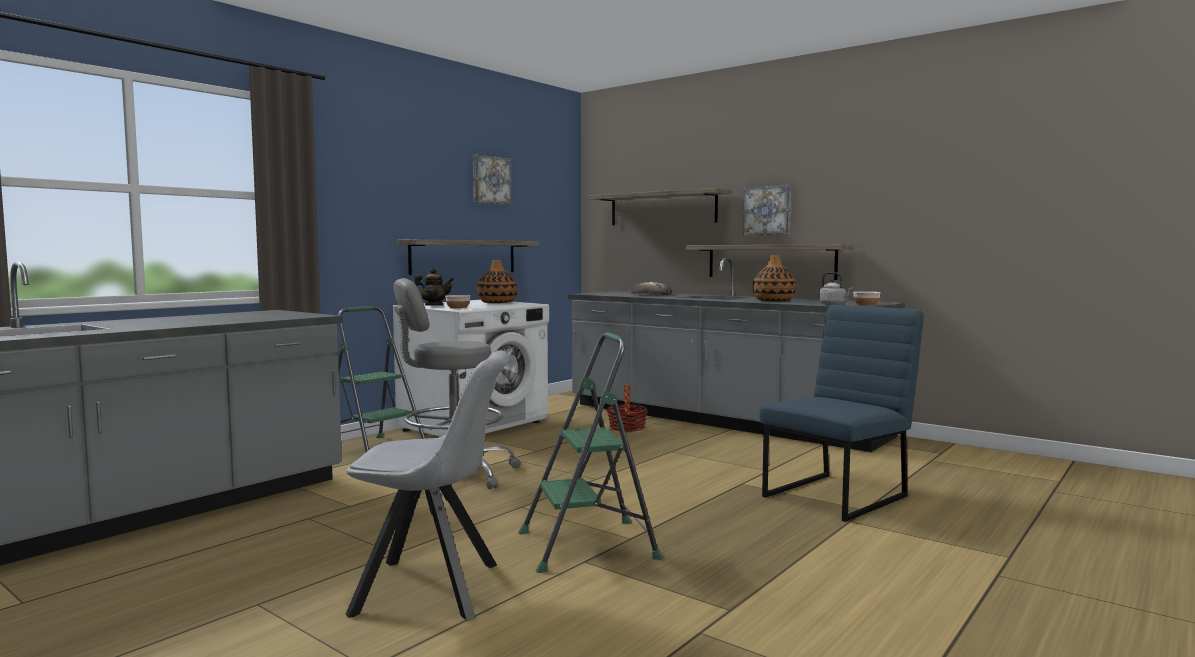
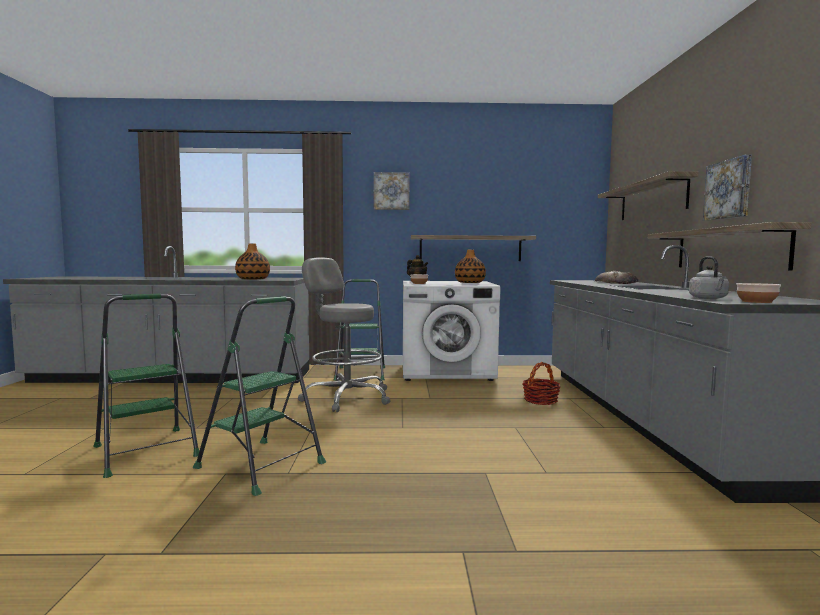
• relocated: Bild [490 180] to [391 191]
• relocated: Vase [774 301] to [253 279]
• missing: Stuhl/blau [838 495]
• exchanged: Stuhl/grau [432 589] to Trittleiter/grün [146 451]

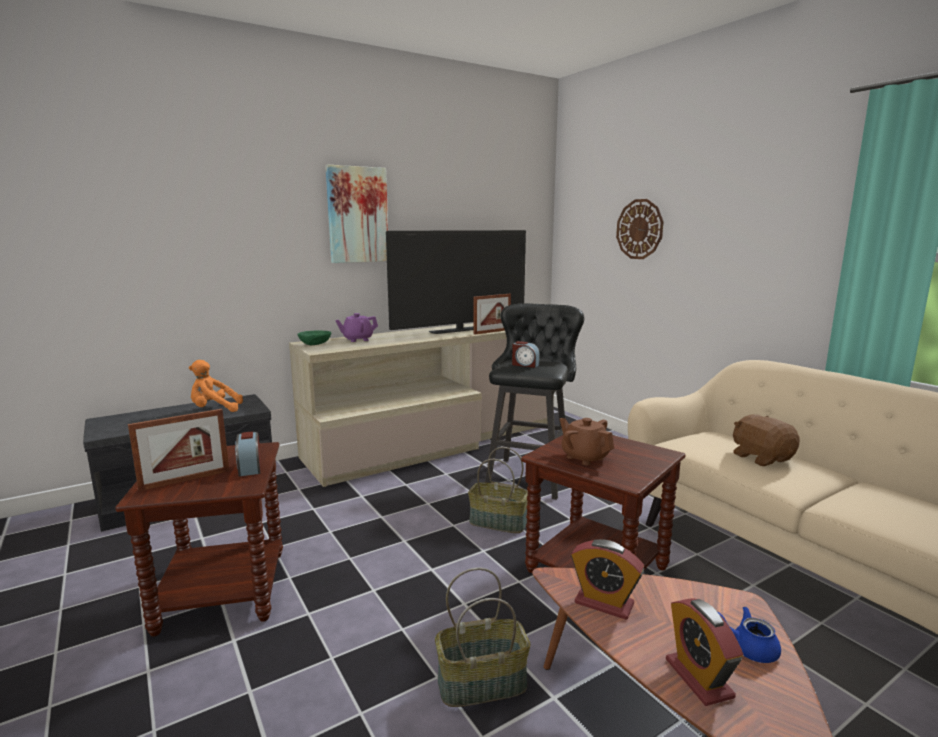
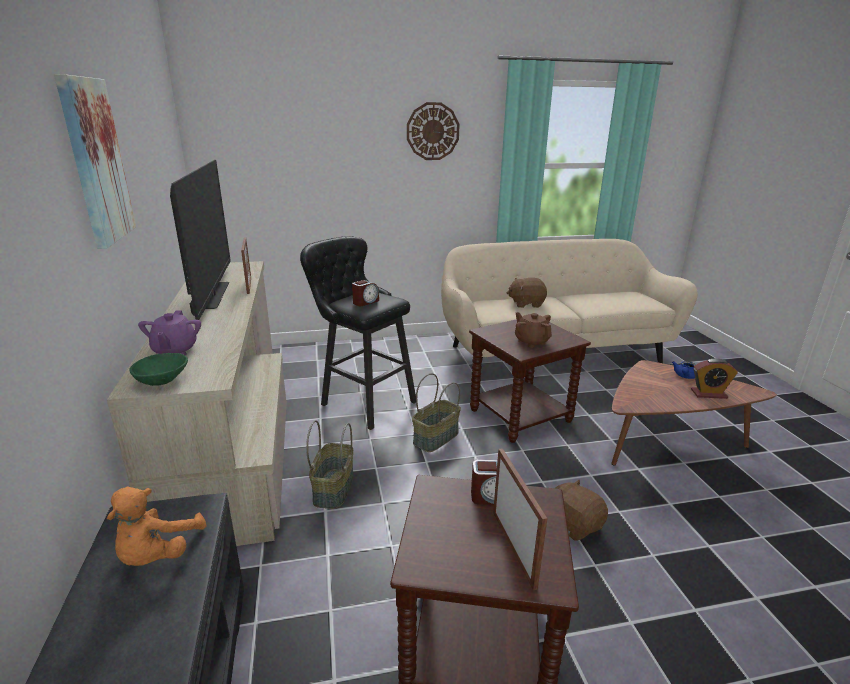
• relocated: Wanduhr [639 229] to [432 131]
• spun: Teekanne/braun [584 457] = [531 342] 75 degrees clockwise
• missing: Wecker [604 603]
• relocated: Korb [482 682] to [333 488]
• appeared: Plüschtier/braun [574 524]

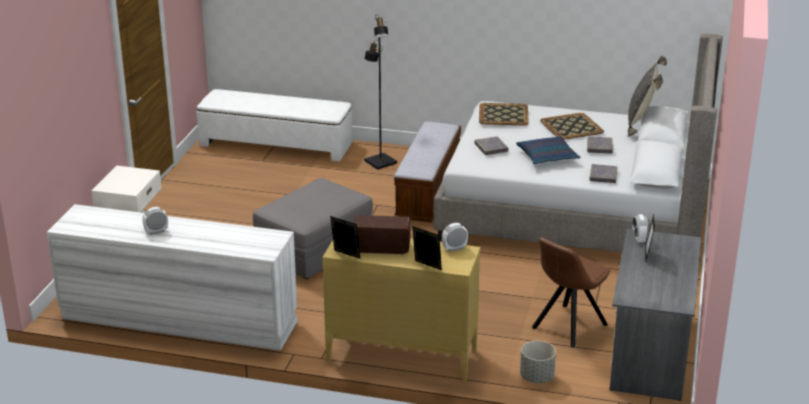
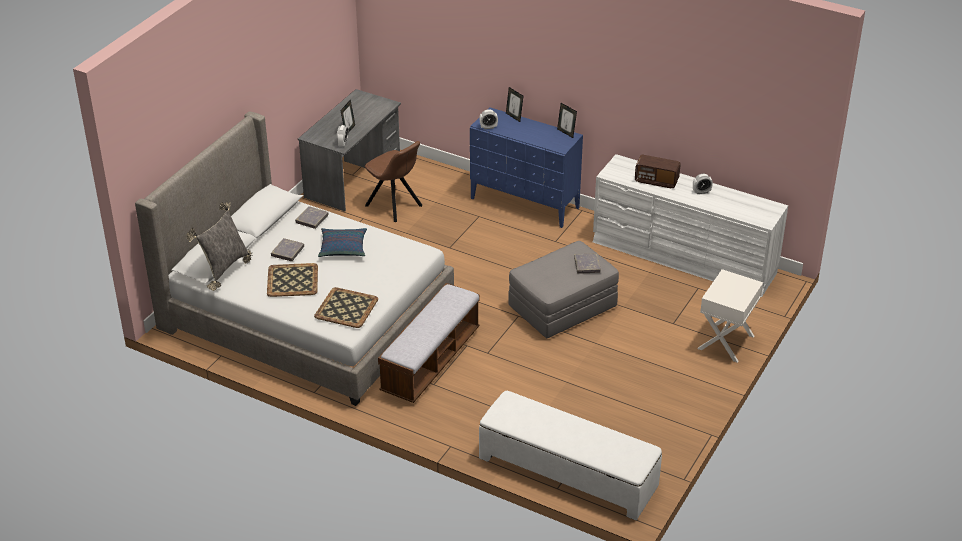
• missing: Stehlampe/schwarz [380 162]
• relocated: Buch/grau [491 148] to [587 265]
• relocated: Radio [381 248] to [656 181]
• spun: Stuhl/braun [568 326] = [394 205] 75 degrees clockwise
• colour: Kommode/beige [401 354] to Kommode/blau [524 204]
• missing: Pflanzkübel/grau [536 377]

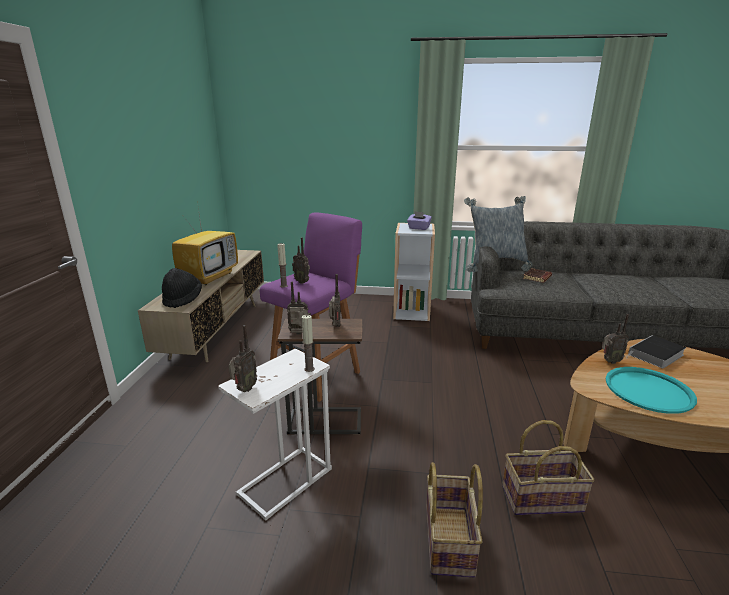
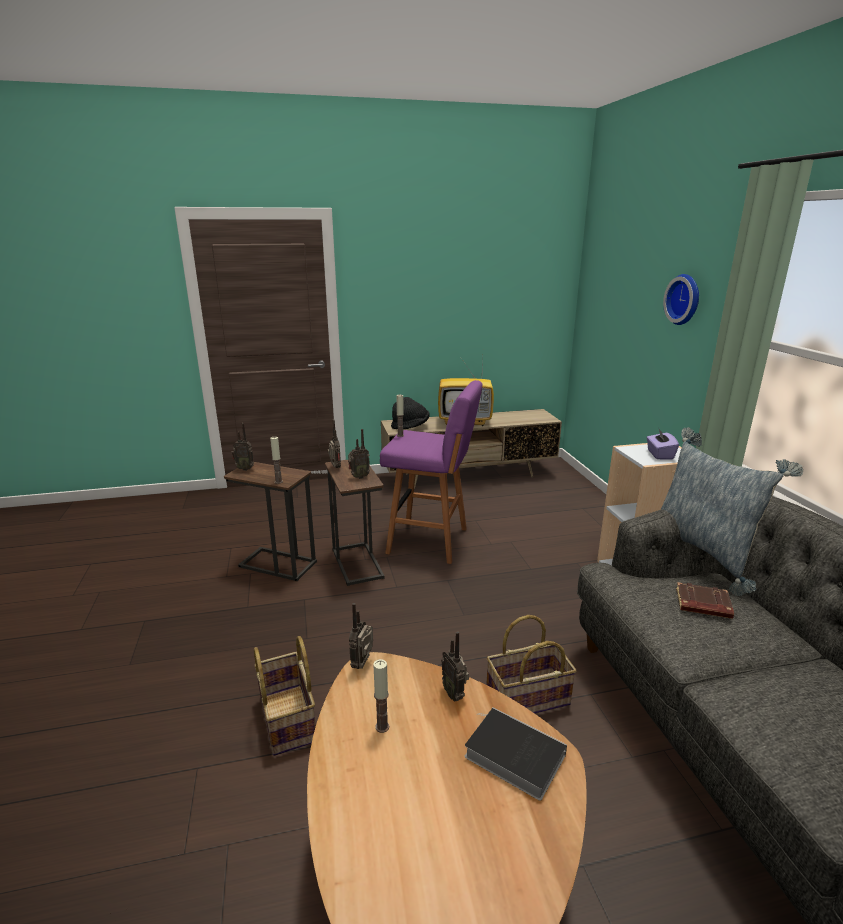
• relocated: Radio [302 282] to [363 664]
• colour: Beistelltisch/weiß [285 480] to Beistelltisch/braun [278 564]
• exchanged: Tablett/türkis [648 390] to Kerze [382 727]
• relocated: Korb [450 540] to [527 699]
• appeared: Wanduhr [685 299]

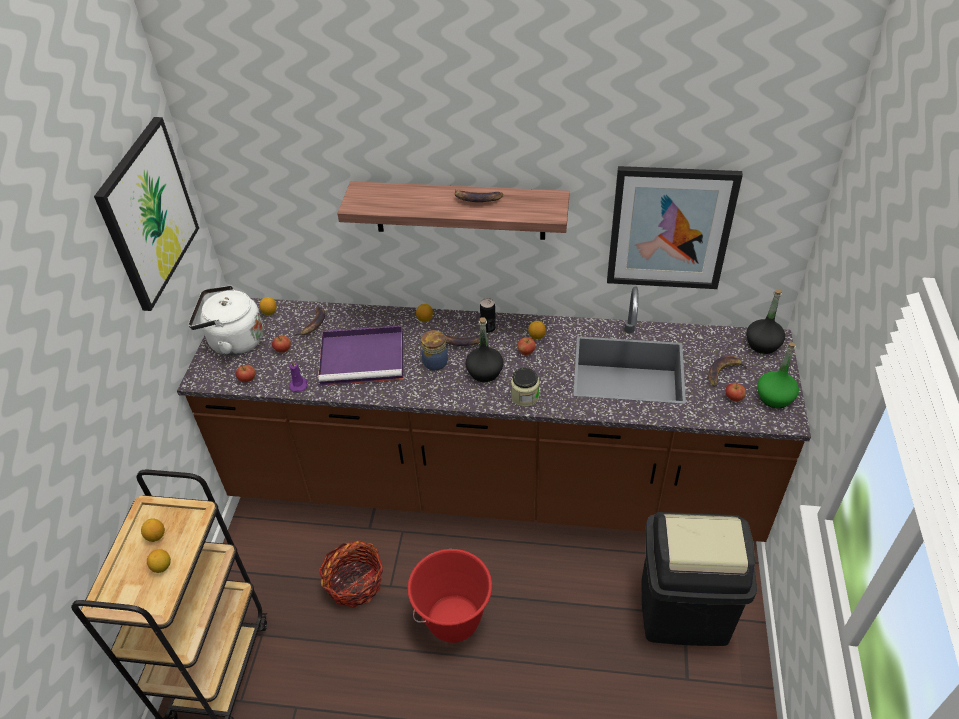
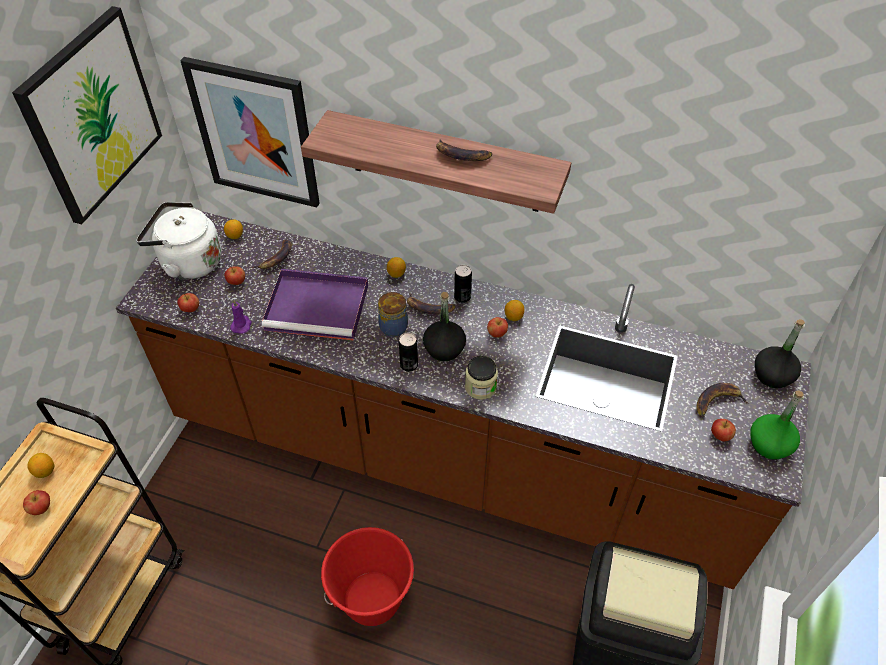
• relocated: Bild [670 228] to [255 133]
• missing: Korb [354 583]
• exchanged: Zitrone [162 567] to Apfel [41 508]
• appeared: Dose [409 365]

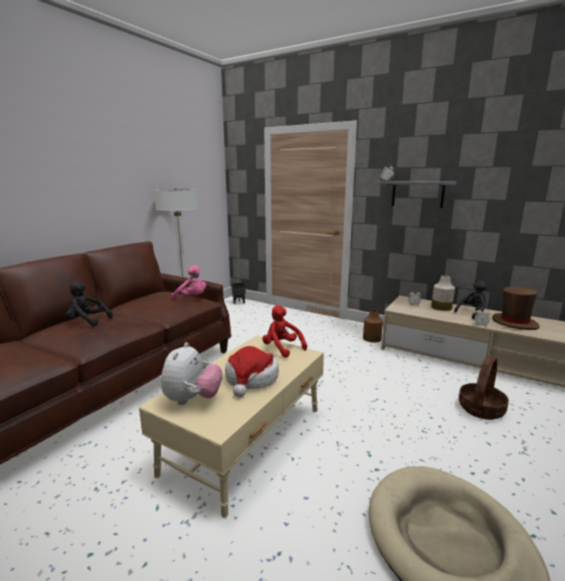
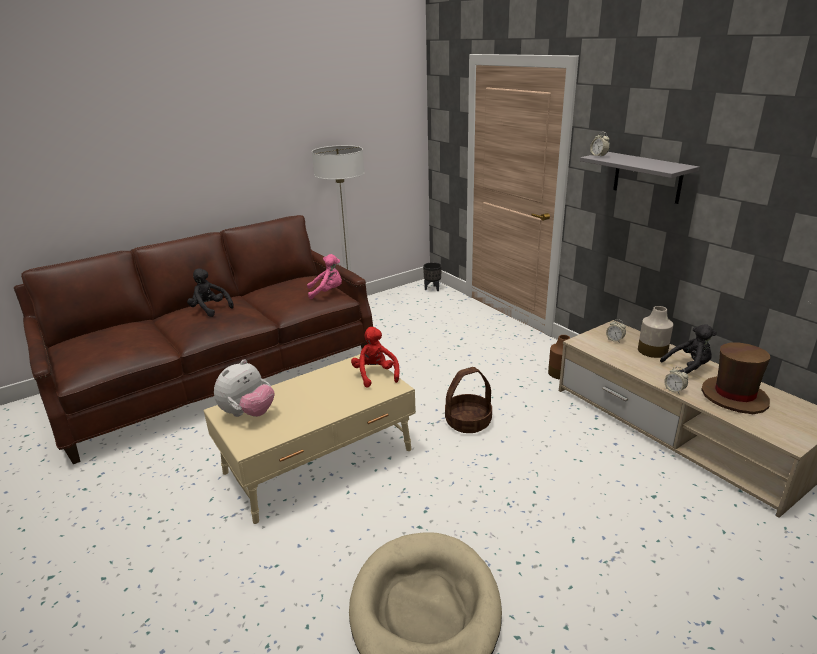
• spun: Plüschtier/rosa [192 298] = [327 292] 60 degrees counterclockwise
• missing: Hut [251 379]
• relocated: Korb [481 409] to [468 422]

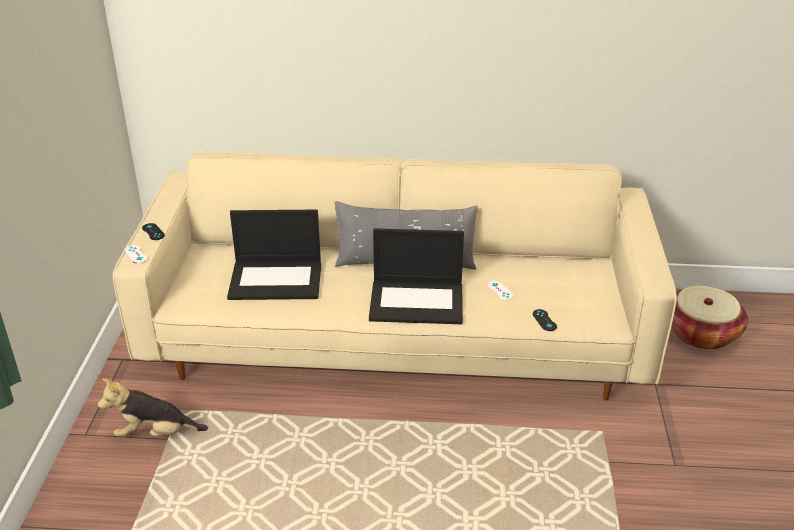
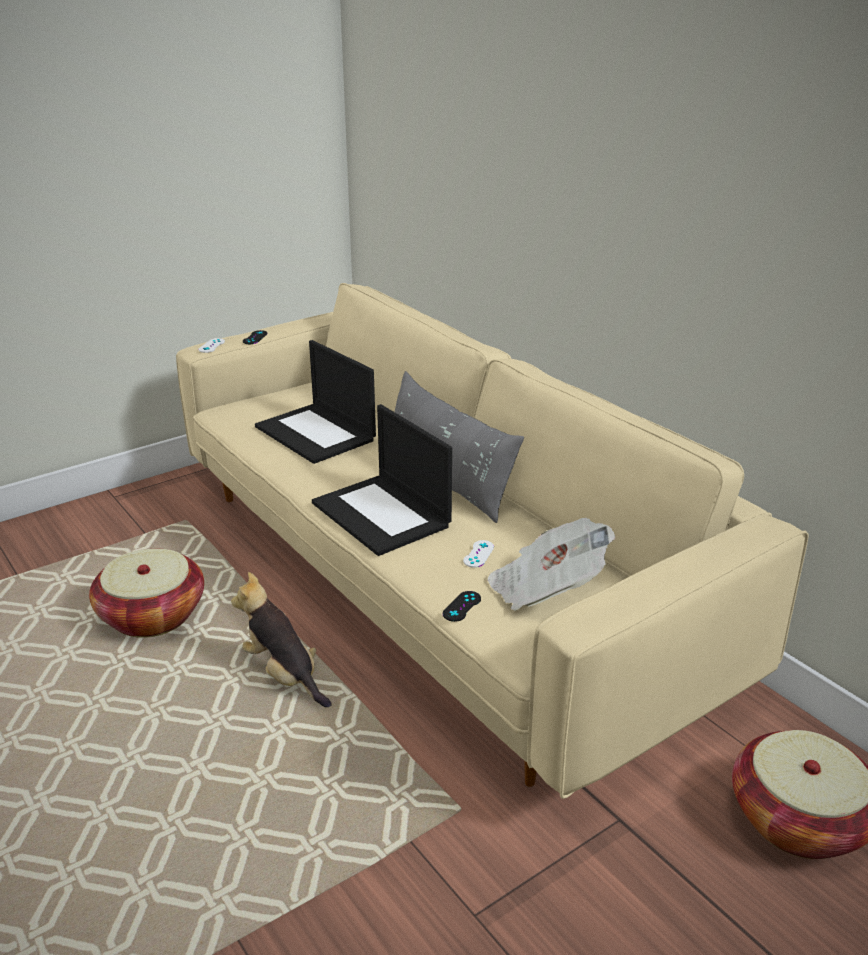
• relocated: Plüschtier [155 433] to [284 674]
• appeared: Zeitung [546 589]
• appeared: Korb [152 615]

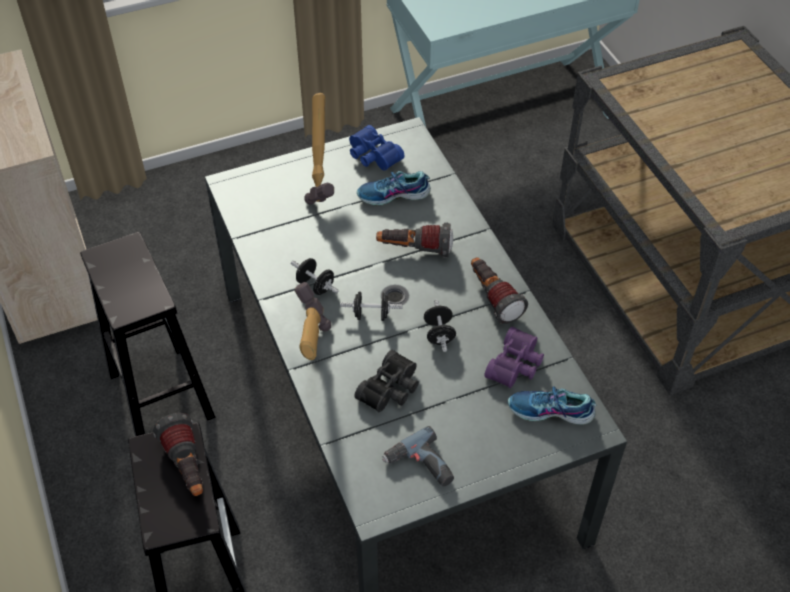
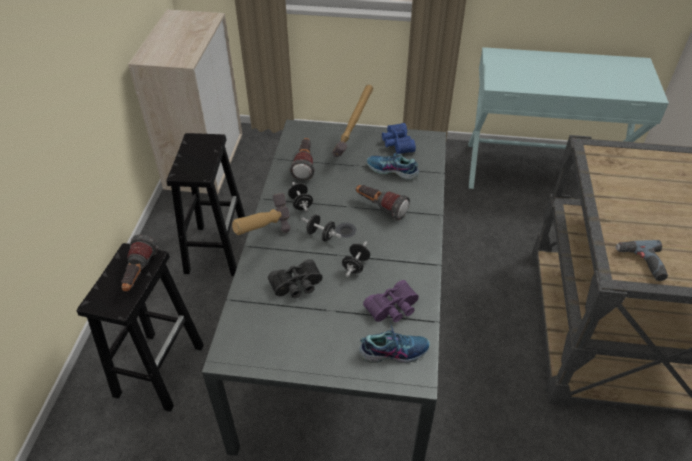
• relocated: Taschenlampe [493 298] to [304 165]
• spun: Schuh [550 412] = [394 351] 135 degrees clockwise
• relocated: Bohrmaschine [420 467] to [641 263]

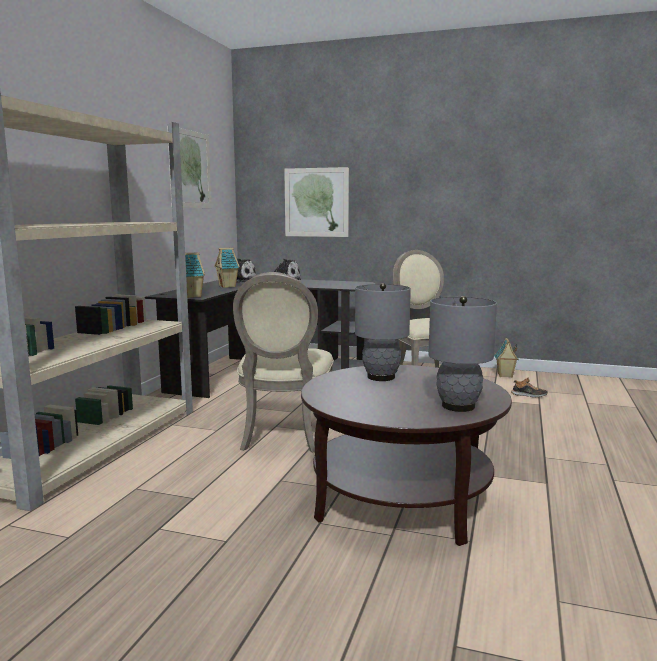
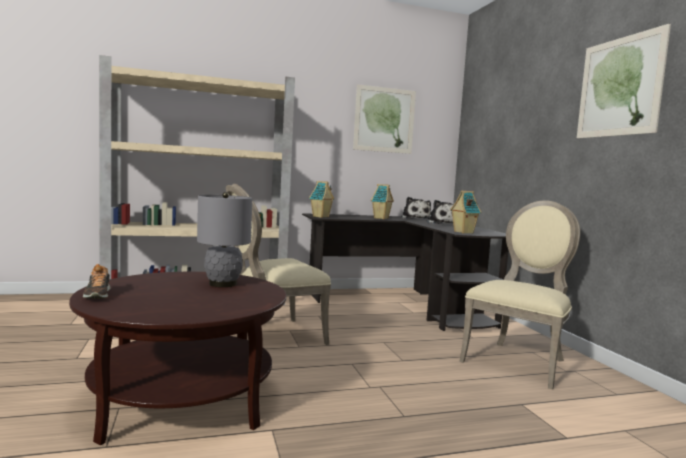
• relocated: Bild [316 202] to [619 87]
• missing: Tischlampe/grau [458 406]
• relocated: Spielzeughaus [505 375] to [463 232]
• relocated: Schuh [529 395] to [97 295]

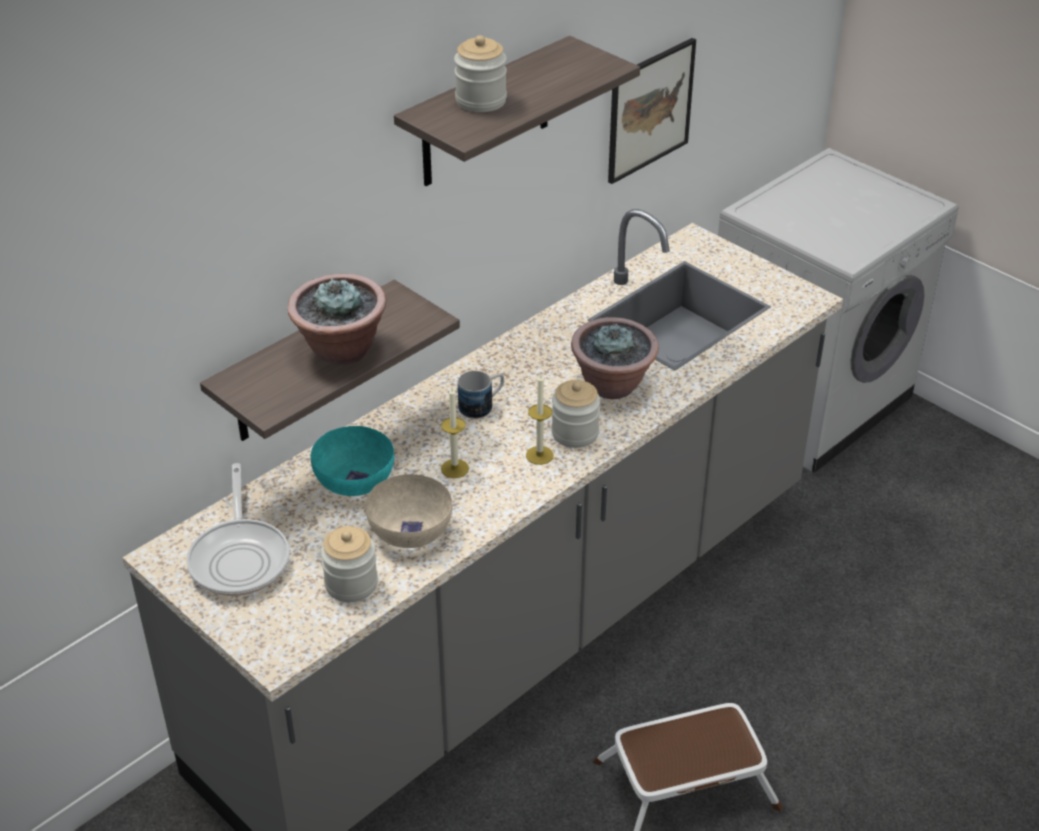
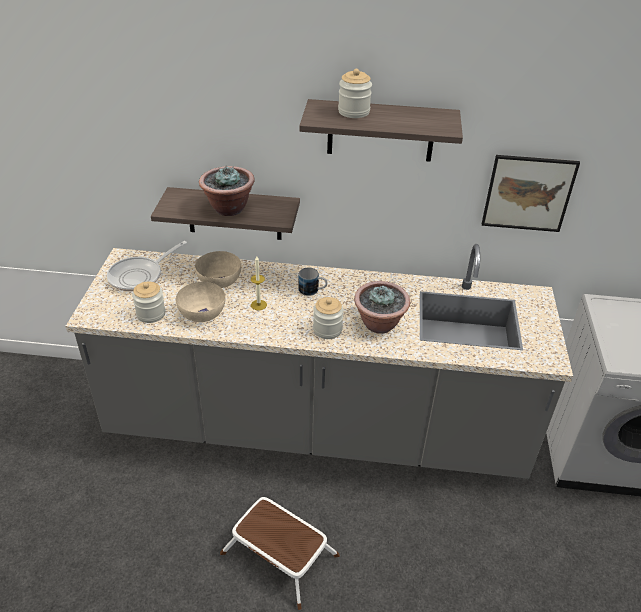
• missing: Kerze [539 455]
• colour: Schüssel/türkis [353 480] to Schüssel/beige [219 280]

